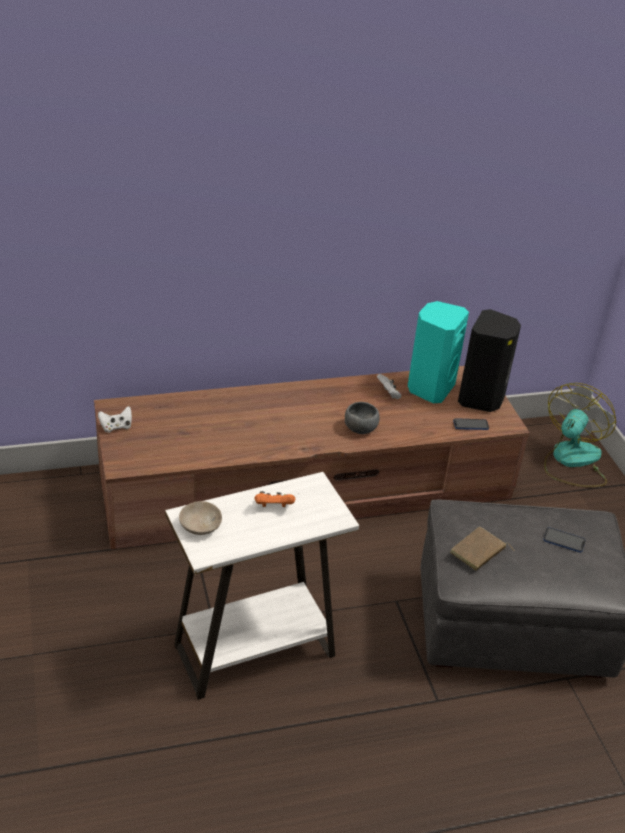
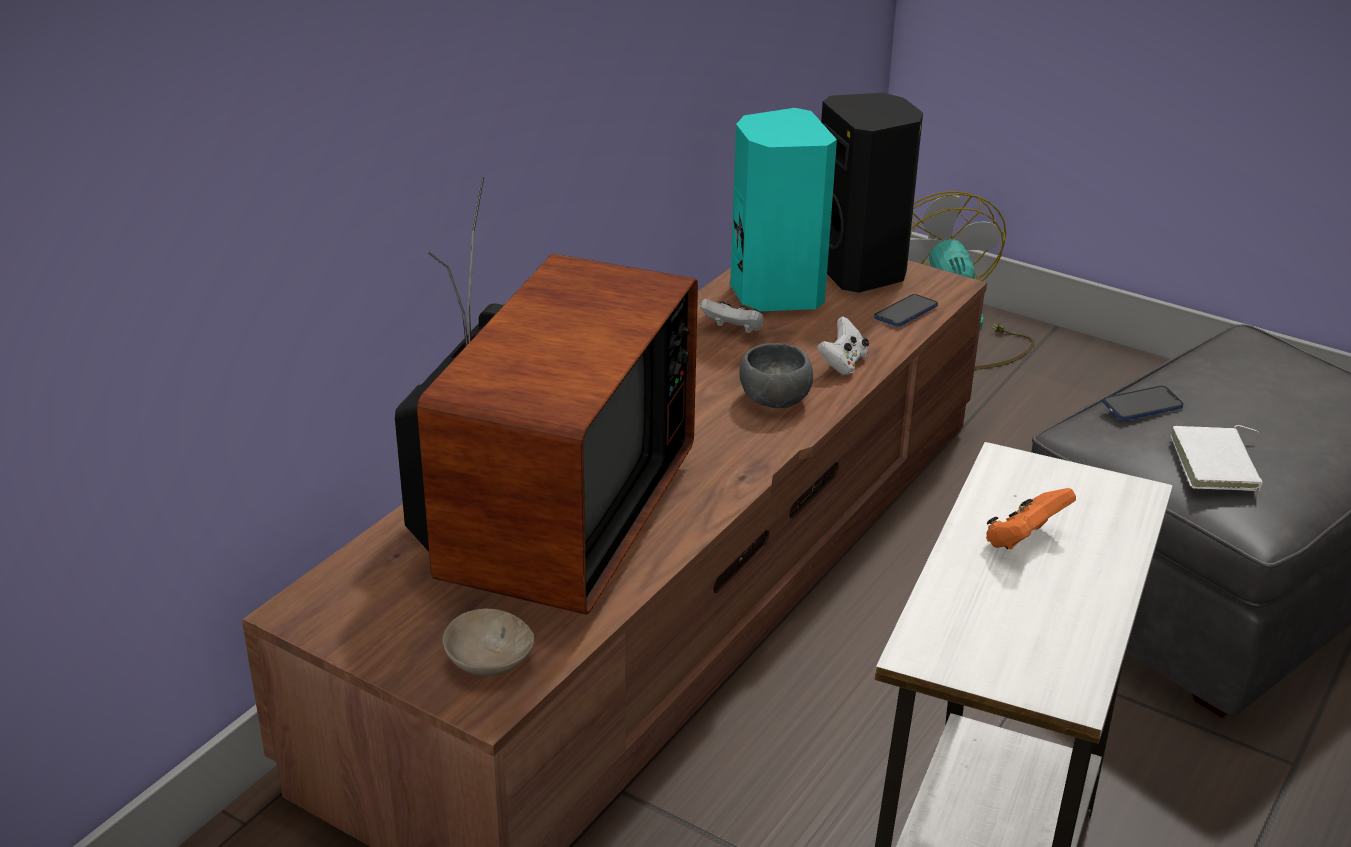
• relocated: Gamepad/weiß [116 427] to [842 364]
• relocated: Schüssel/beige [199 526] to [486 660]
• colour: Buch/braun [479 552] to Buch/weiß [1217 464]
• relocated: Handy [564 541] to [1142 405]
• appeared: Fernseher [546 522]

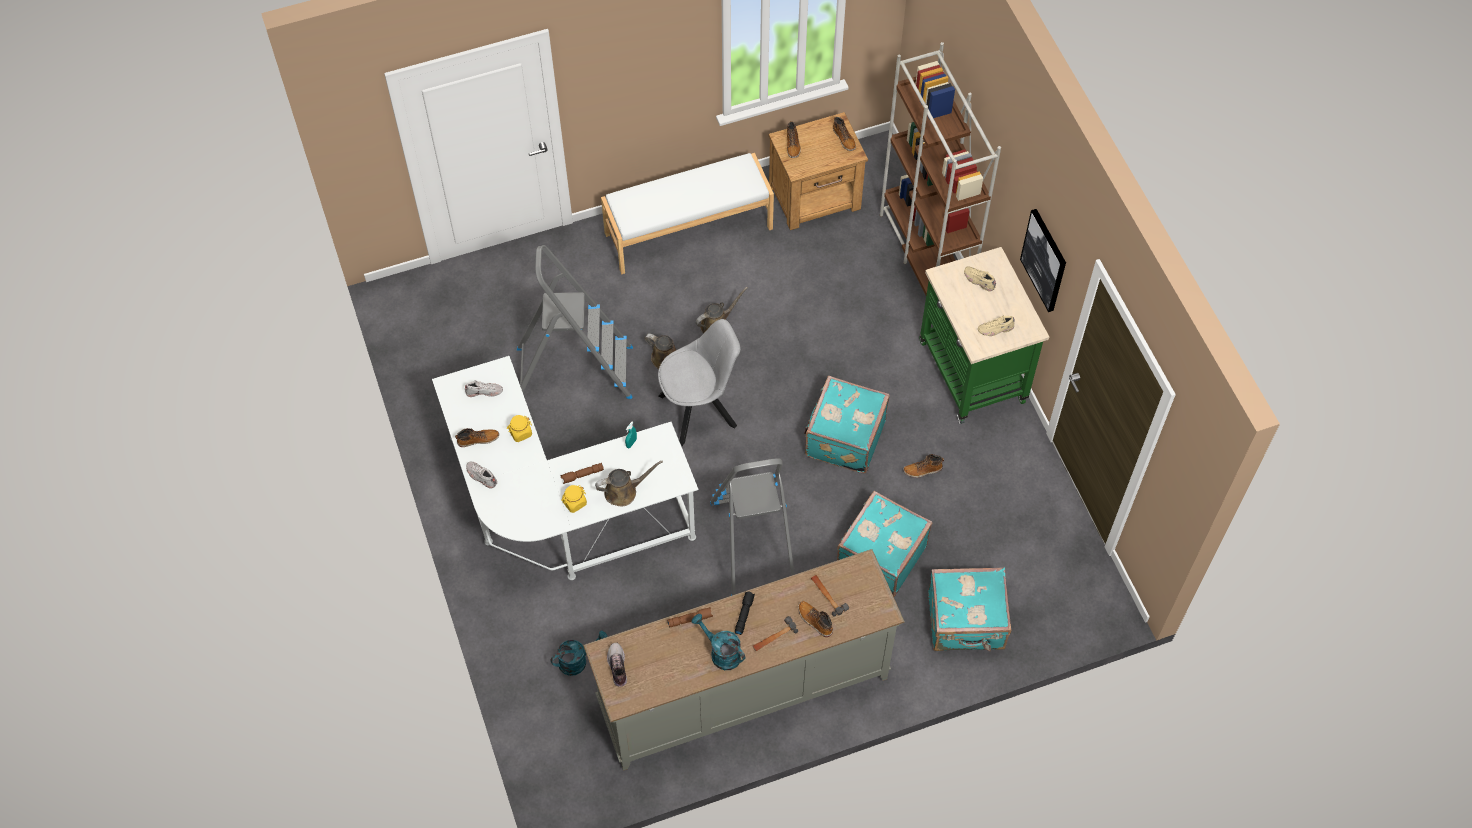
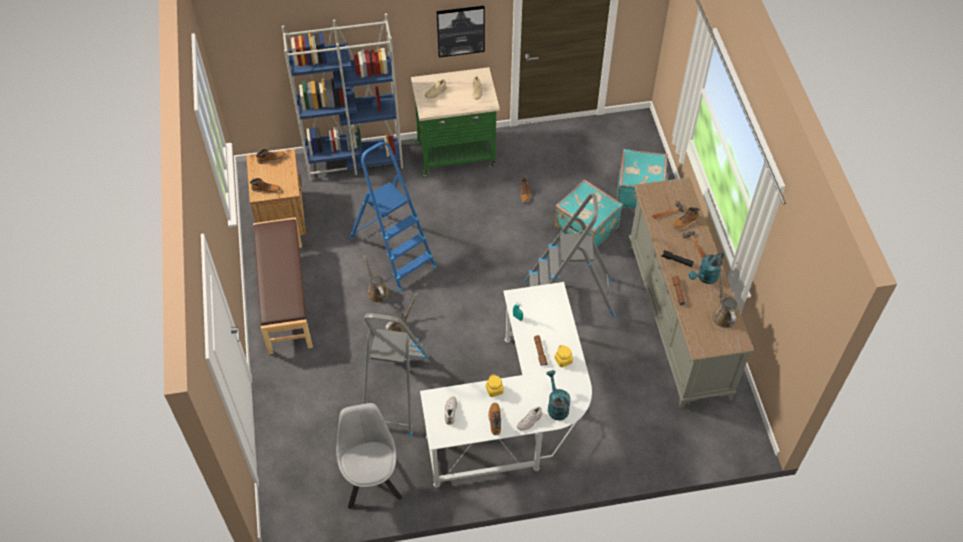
• colour: Bücherregal/braun [925 258] to Bücherregal/blau [355 162]
• colour: Bank/weiß [688 230] to Bank/braun [285 298]
• relocated: Stuhl/grau [699 410] to [371 479]
• missing: Koffer/türkis [843 438]
• relocated: Gießkanne/braun [624 491] to [723 315]
• relocated: Gießkanne/türkis [578 660] to [556 406]
• missing: Schuh [617 667]
• appeared: Trittleiter/blau [393 252]

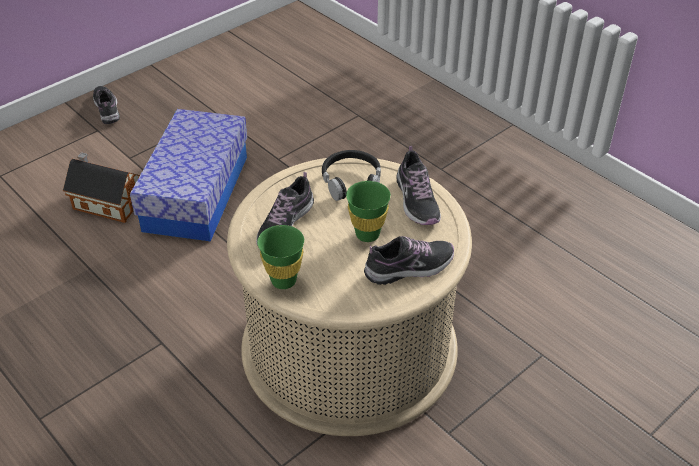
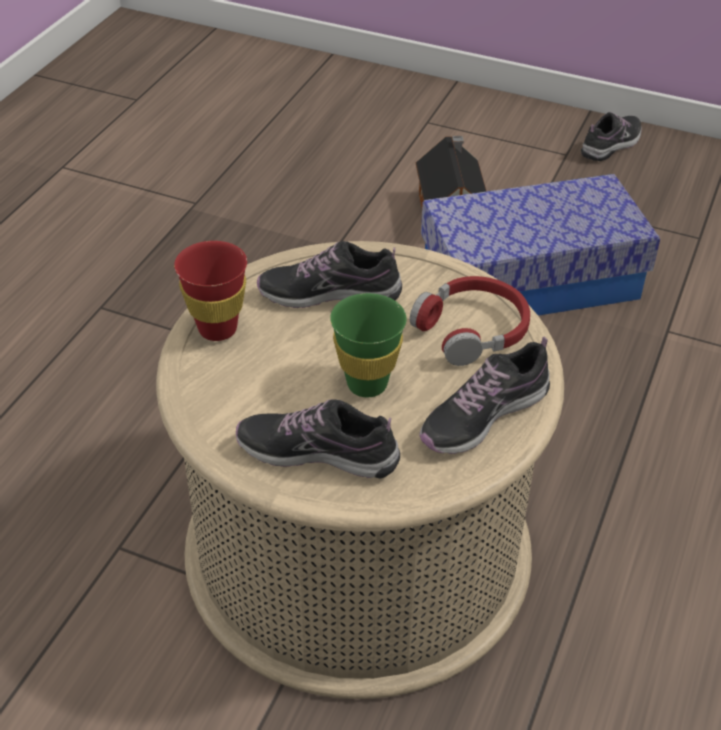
• colour: Kopfhörer/schwarz [351 181] to Kopfhörer/rot [472 329]
• colour: Tasse/grün [283 280] to Tasse/rot [217 329]
• spun: Schuh [409 268] = [318 453] 150 degrees clockwise

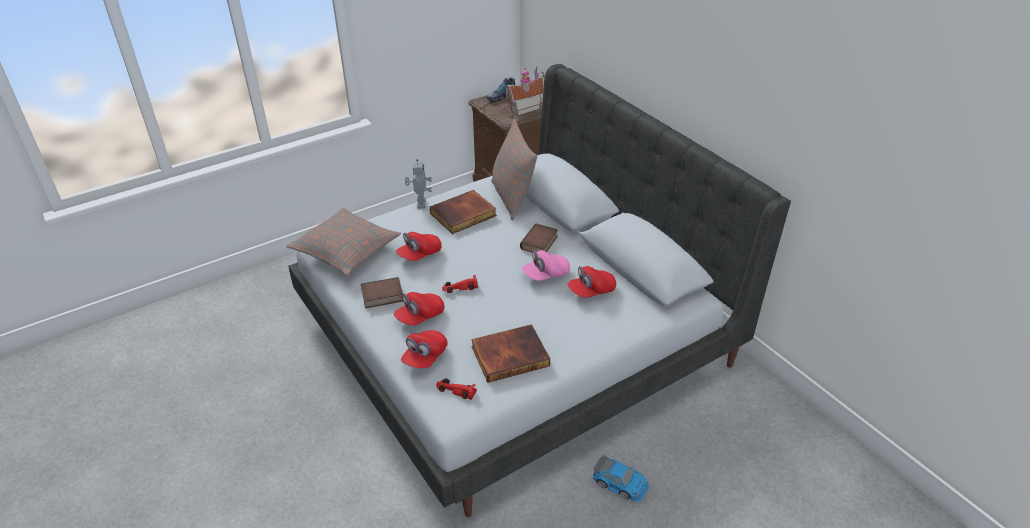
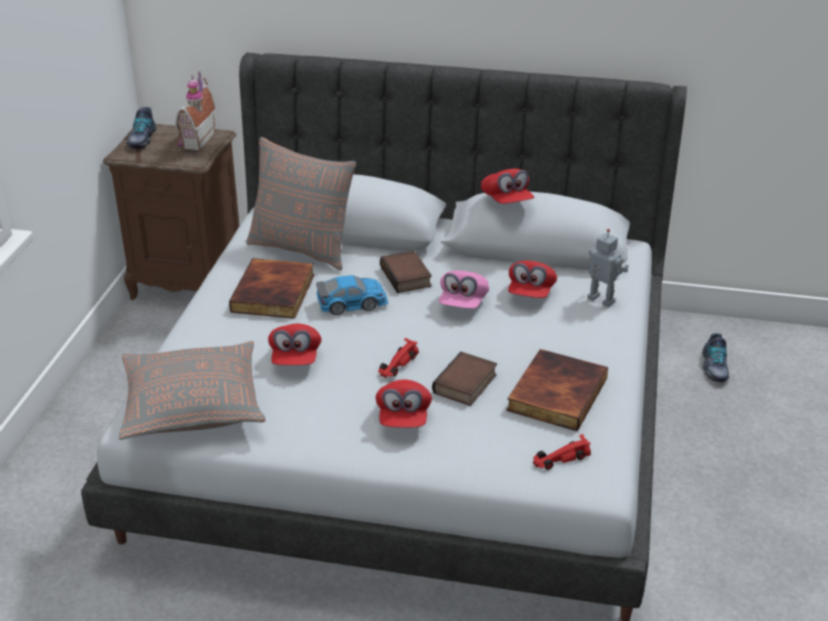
• relocated: Spielzeugroboter [420 203] to [600 301]
• relocated: Buch [382 297] to [466 385]
• relocated: Kappe/rot [425 357] to [506 201]
• relocated: Spielzeugauto [620 483] to [352 303]
• appeared: Schuh [714 367]

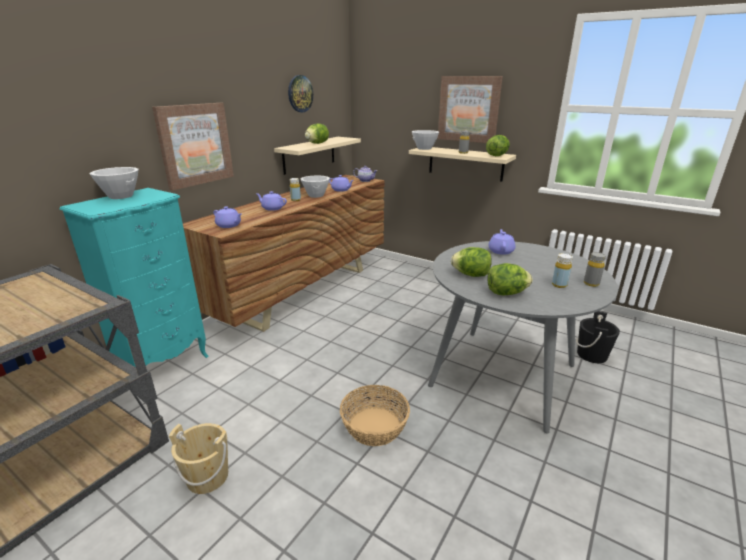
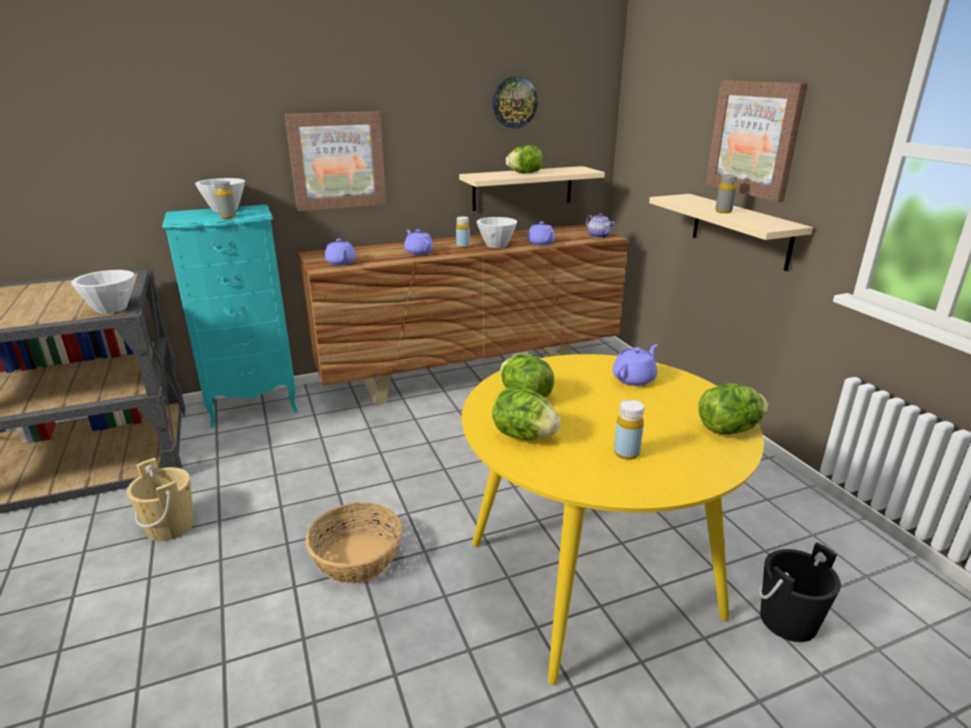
• relocated: Schüssel/weiß [424 148] to [111 309]
• relocated: Salatkopf [497 155] to [728 429]
• colour: Esstisch/grau [503 375] to Esstisch/gelb [591 579]
• relocated: Flasche/grau [591 283] to [228 217]

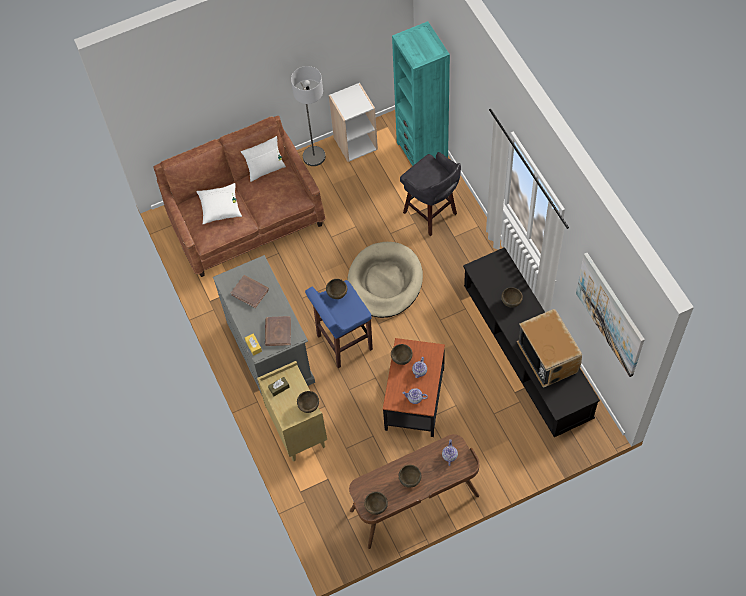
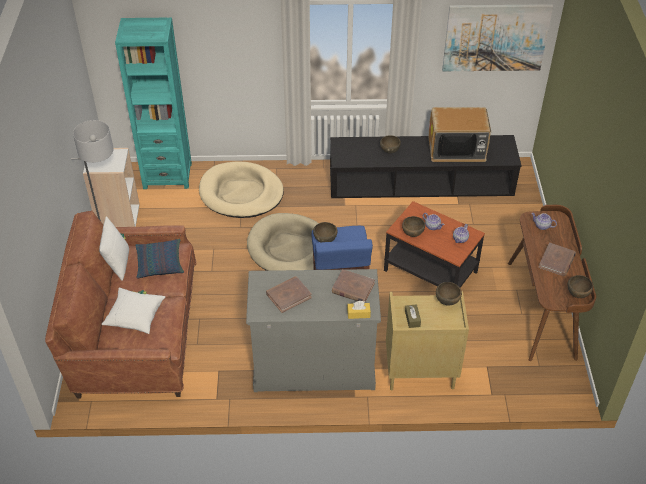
• exchanged: Hocker/grau [431 215] to Hundebett/beige [241 193]
• exchanged: Schüssel/braun [409 480] to Buch/braun [556 261]
• appeared: Kissen/blau [160 263]

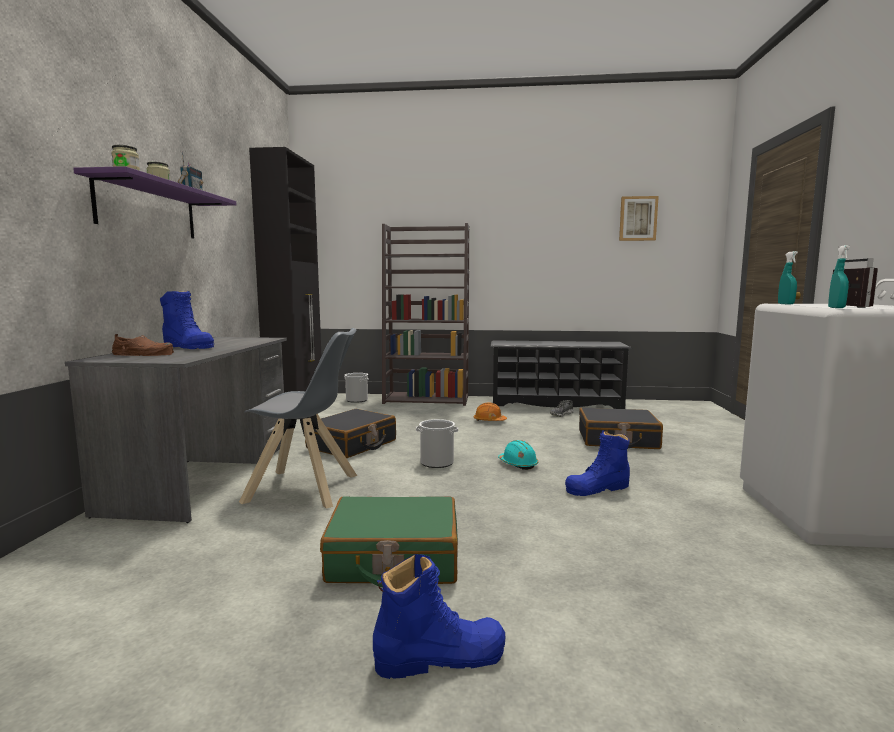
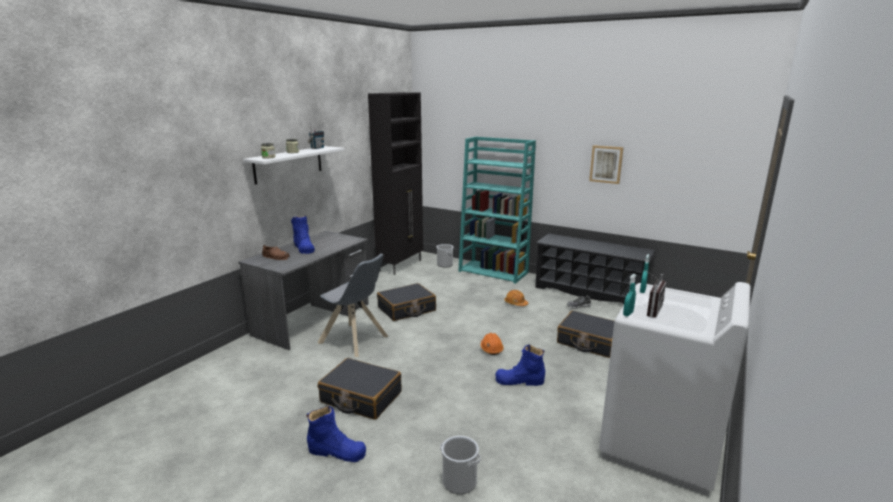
• colour: Wandregal/lila [148 209] to Wandregal/weiß [288 164]
• relocated: Bild [638 218] to [606 164]
• colour: Bücherregal/braun [427 399] to Bücherregal/türkis [494 272]
• relocated: Eimer [437 462] to [459 481]
• colour: Schutzhelm/türkis [518 464] to Schutzhelm/orange [491 349]
• colour: Koffer/grün [393 558] to Koffer/schwarz [361 397]

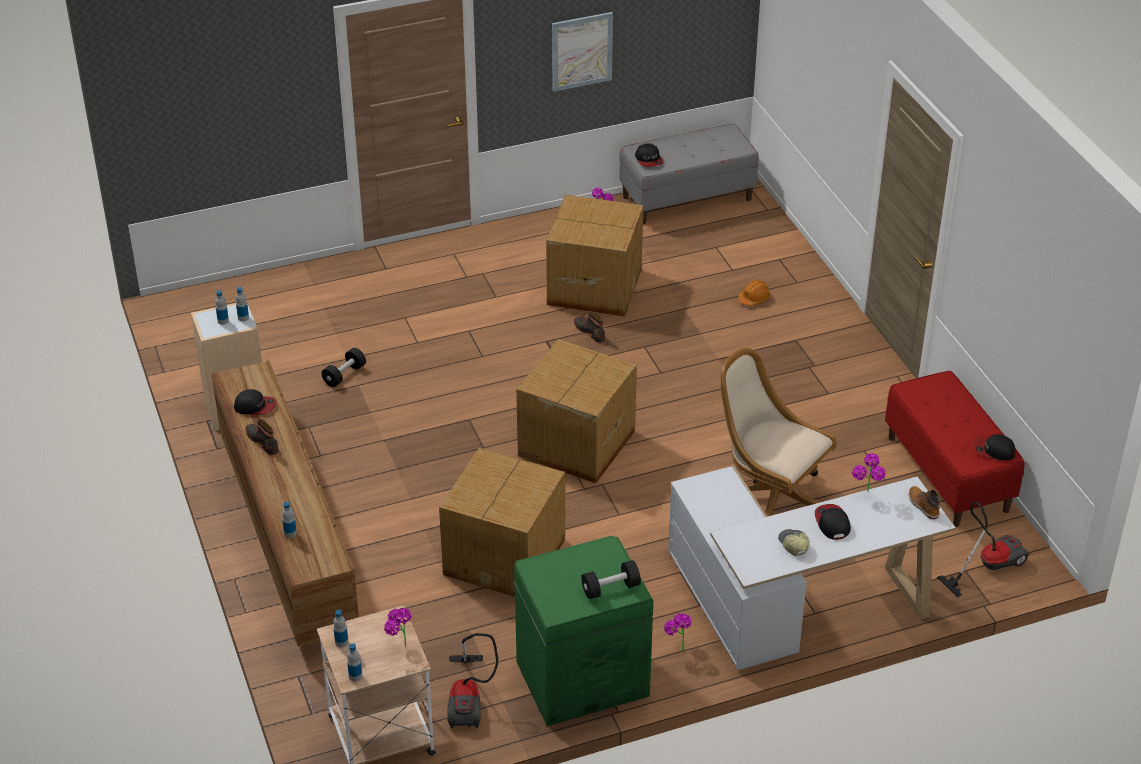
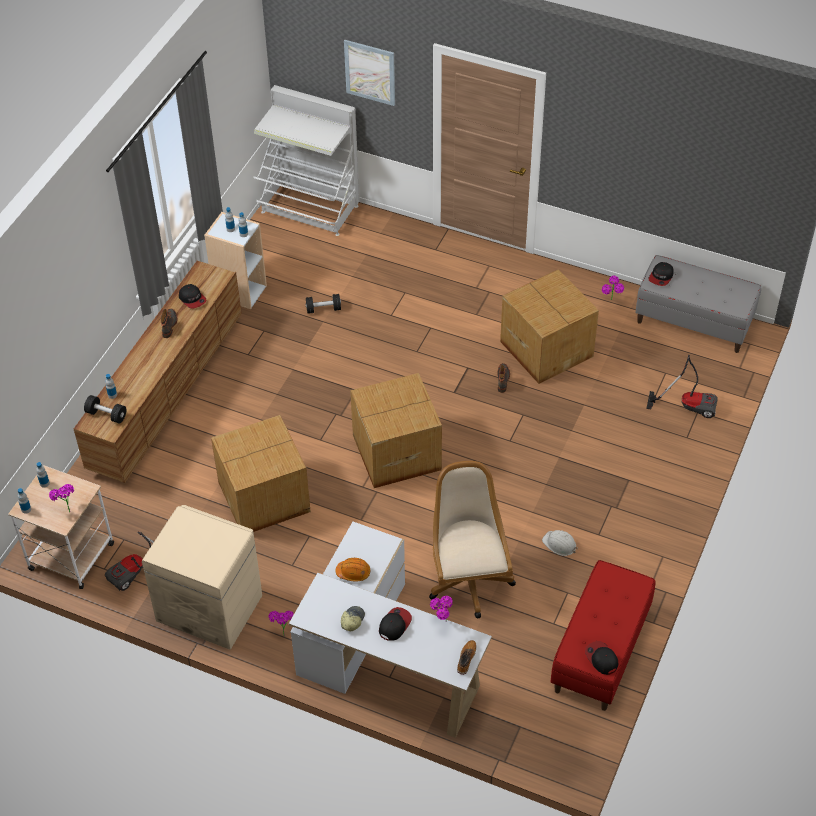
• relocated: Bild [581 51] to [370 72]
• relocated: Schutzhelm/orange [754 298] to [353 572]
• relocated: Staubsauger [987 565] to [688 405]
• colour: Waschmaschine/grün [579 675] to Waschmaschine/beige [210 604]
• relocated: Hantel/schwarz [610 588] to [106 415]
• appeared: Schuhregal/weiß [308 211]
• appeared: Schutzhelm/weiß [559 544]

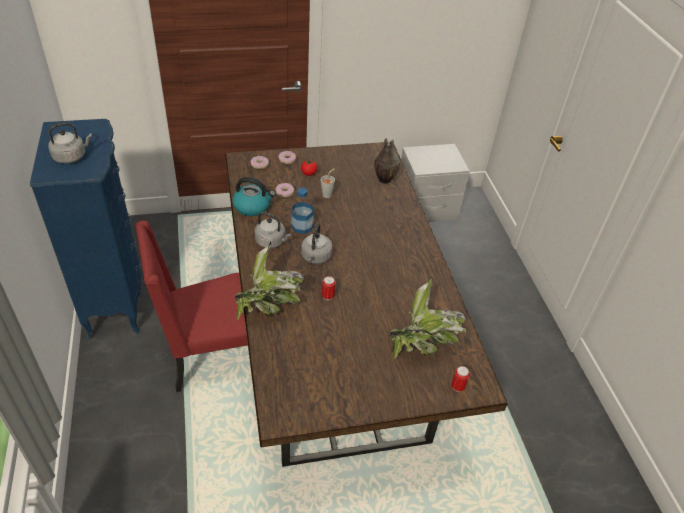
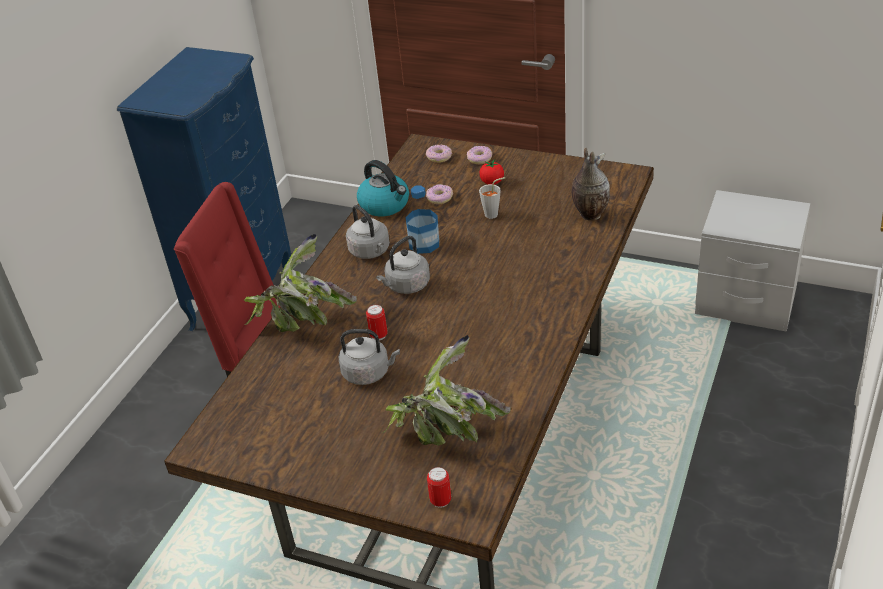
• relocated: Wasserkessel/grau [71 156] to [369 373]

